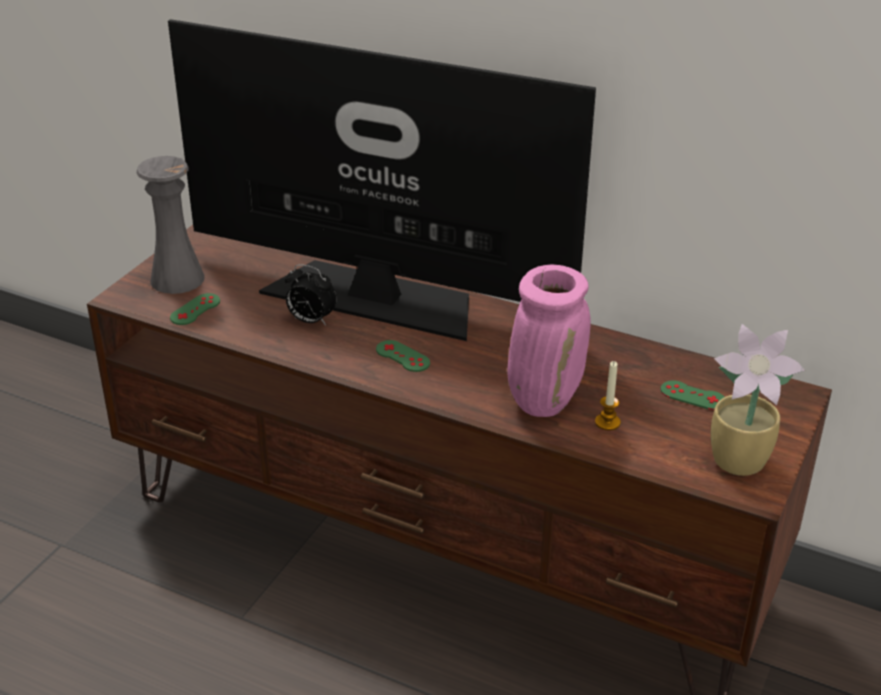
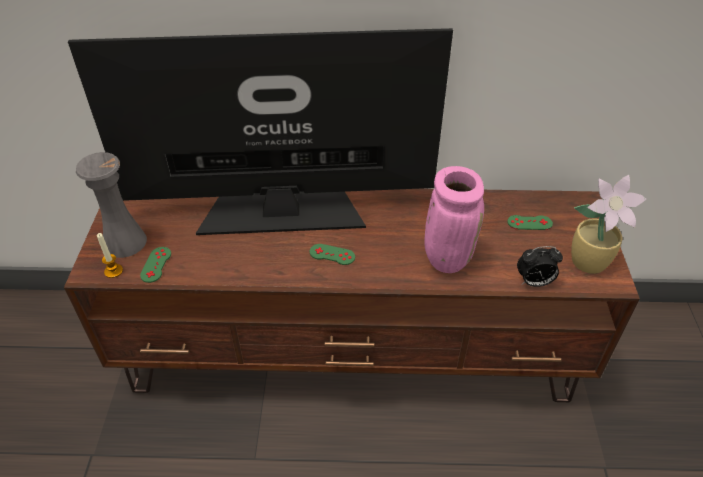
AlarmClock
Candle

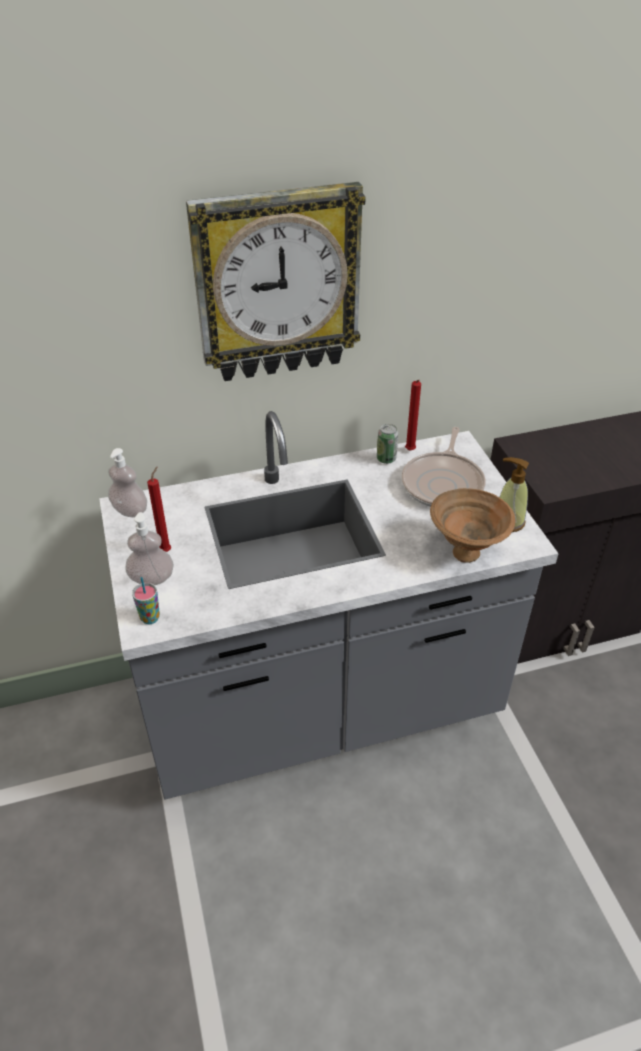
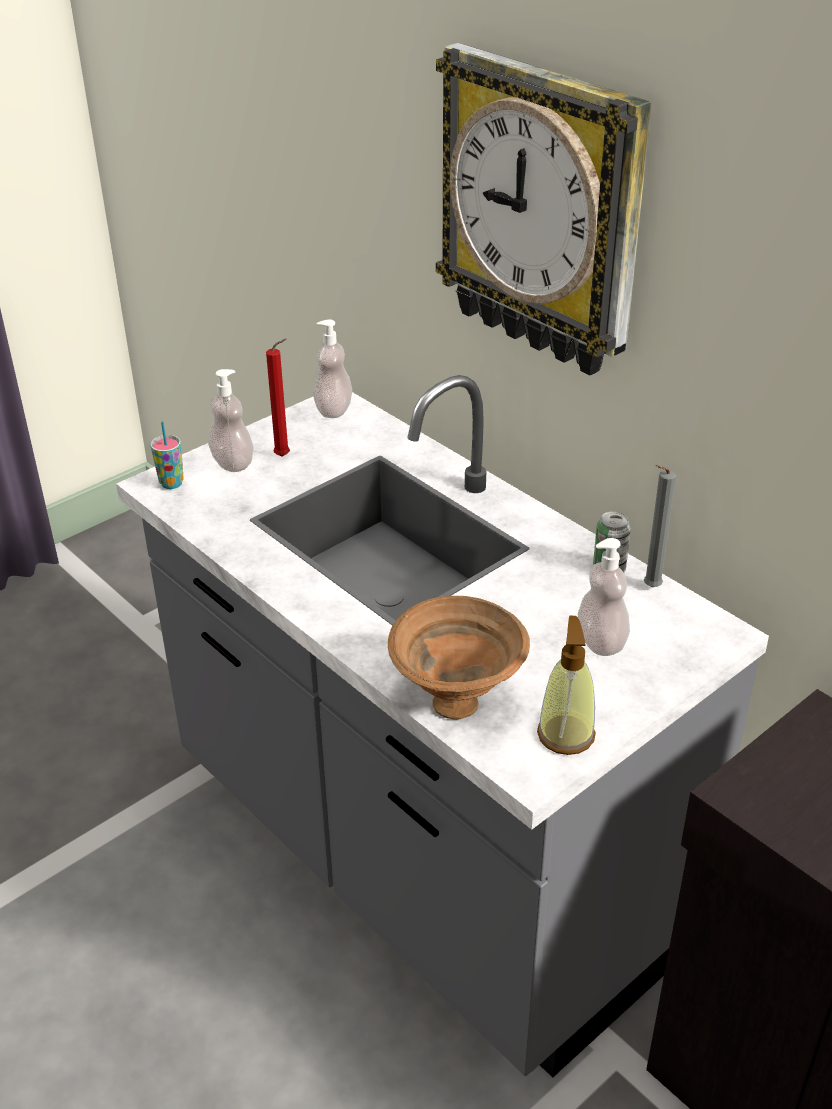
SoapDispenser (no. 4 from left)
GreyCandle

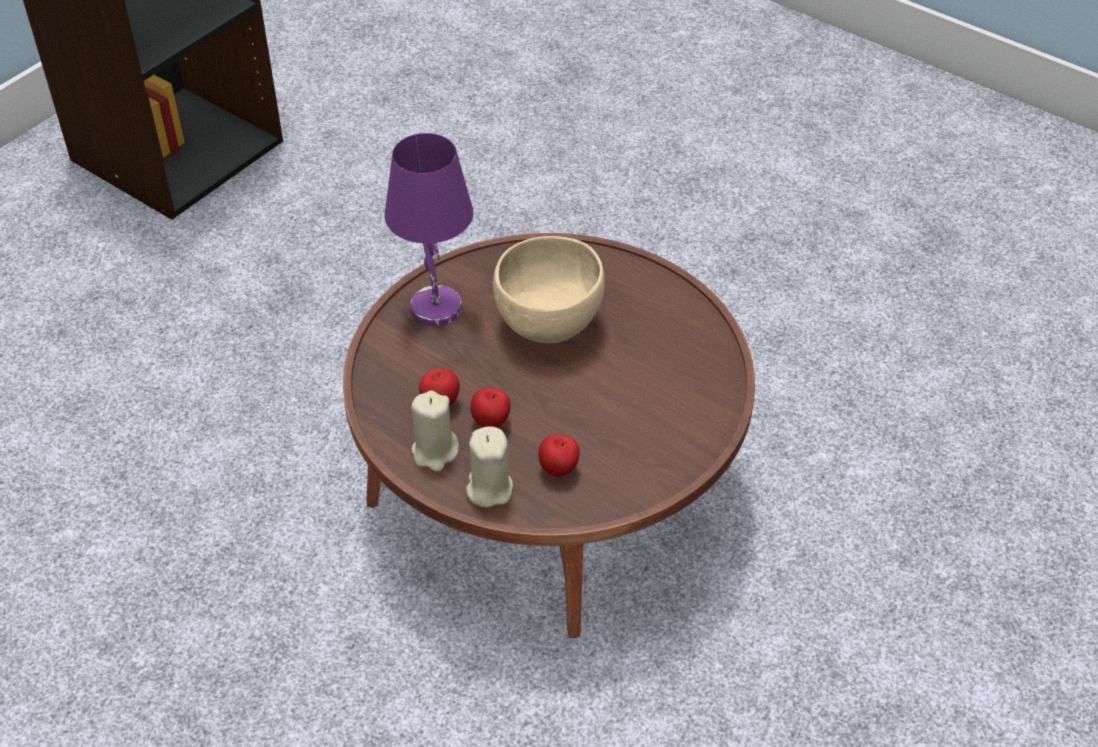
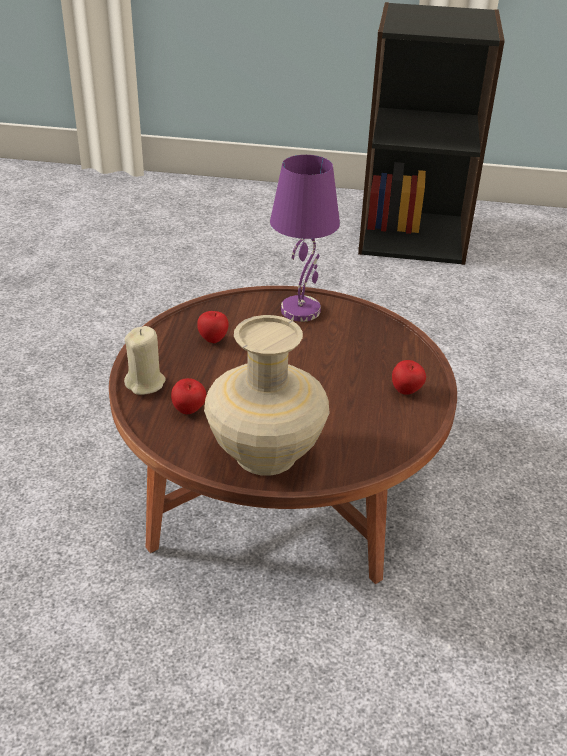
BeigeCandle (no. 1 from left in the first image)
BeigeBowl
BeigeVase
Apple (no. 3 from left)

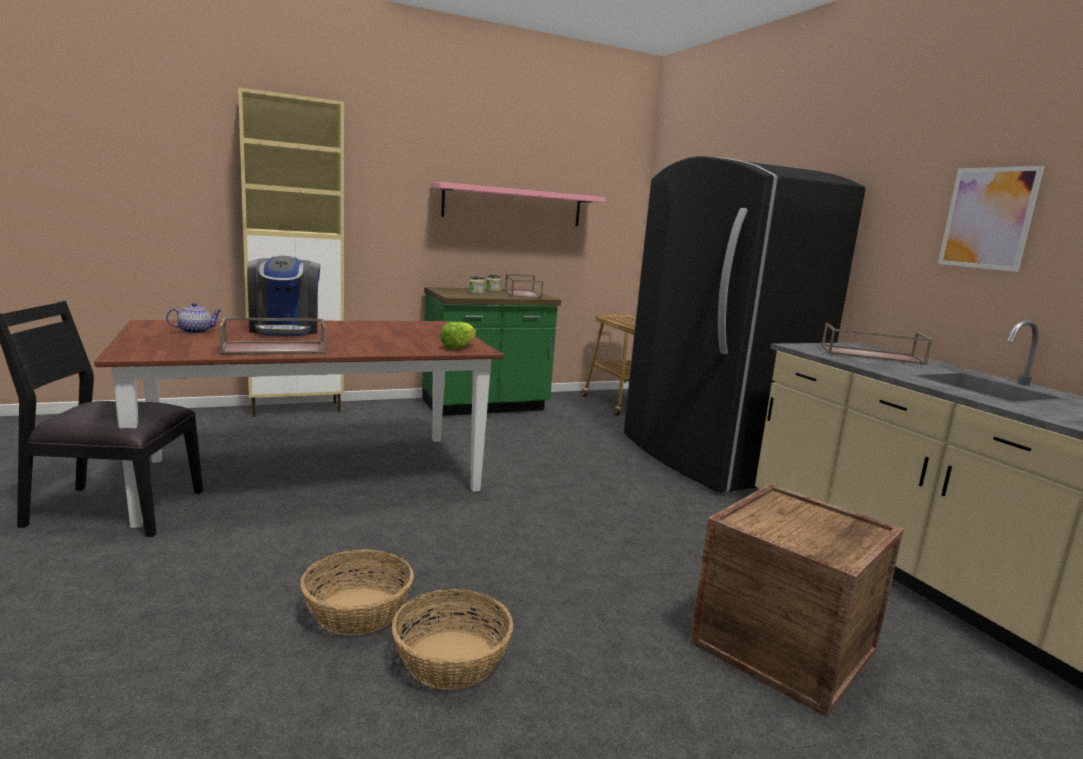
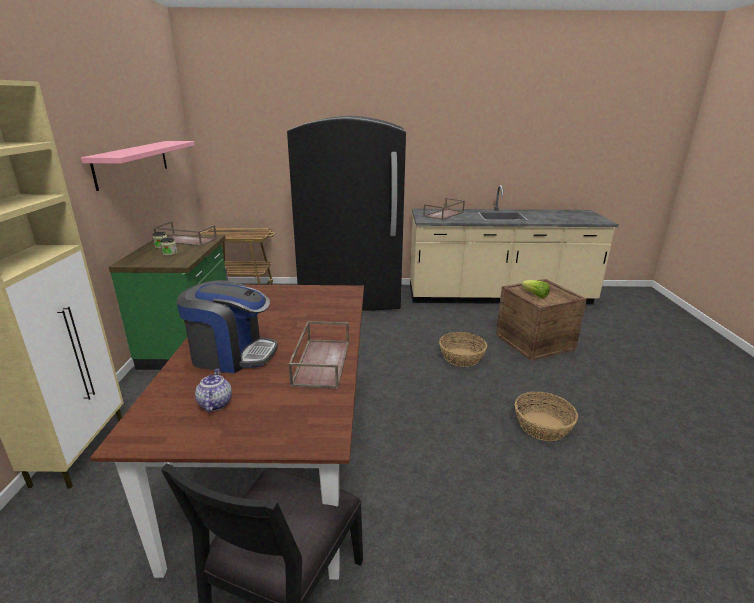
Picture
Basket (no. 1 from left)
Lettuce

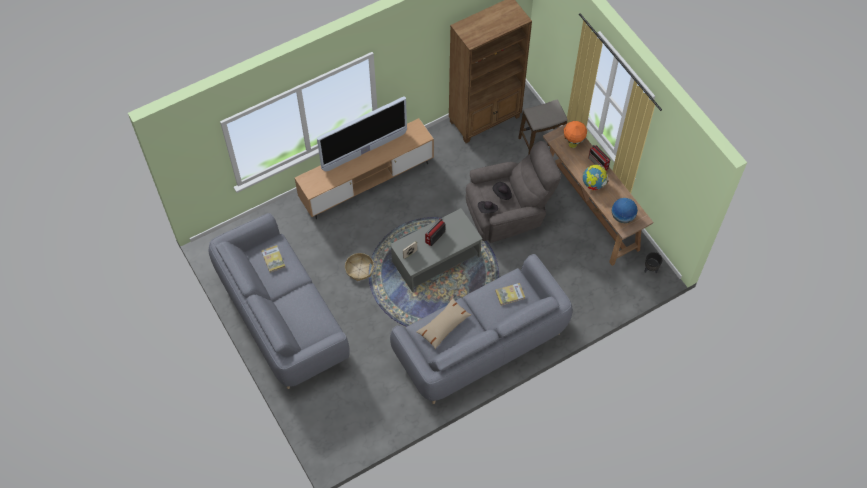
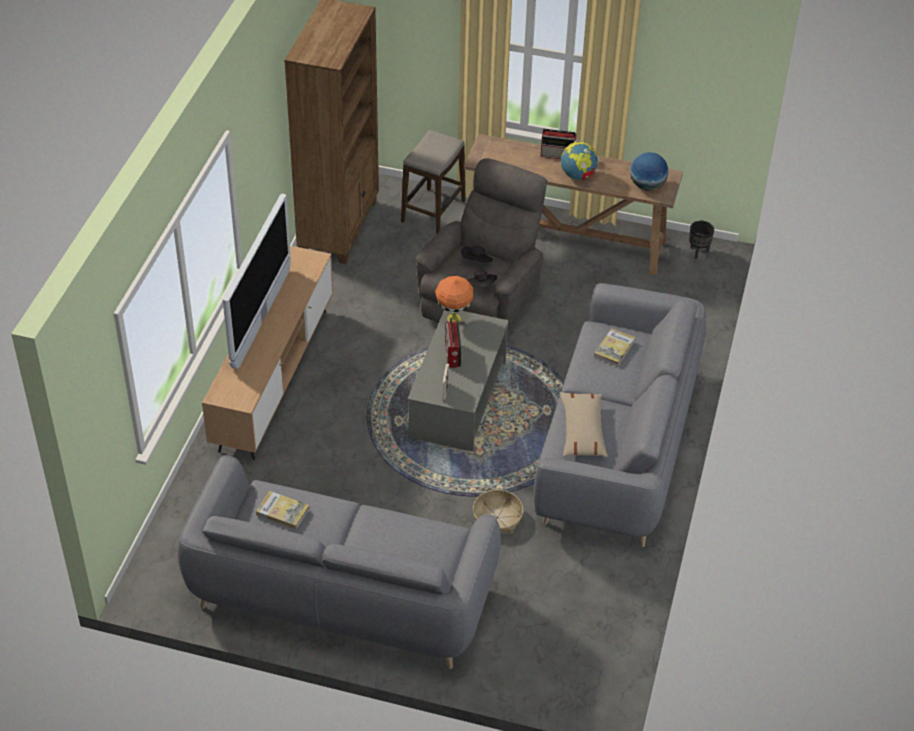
Basket
OrangeTableLamp

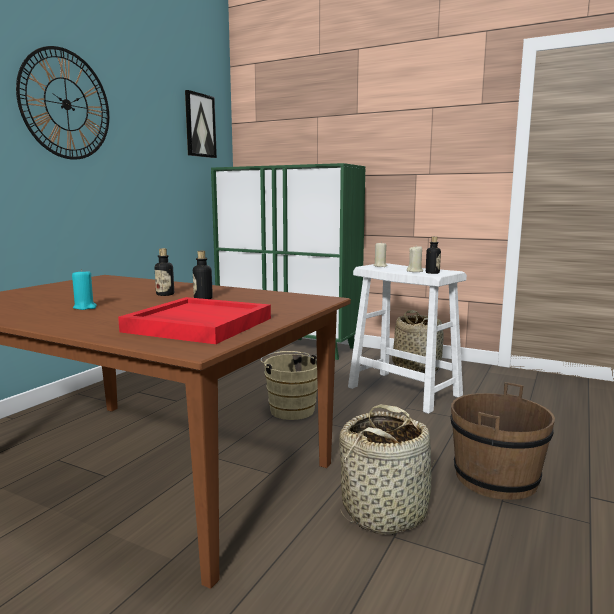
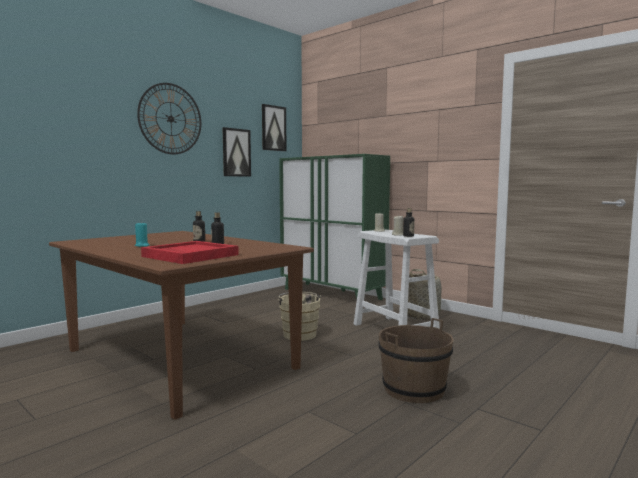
Basket (no. 1 from left in the first image)
Picture (no. 1 from left)

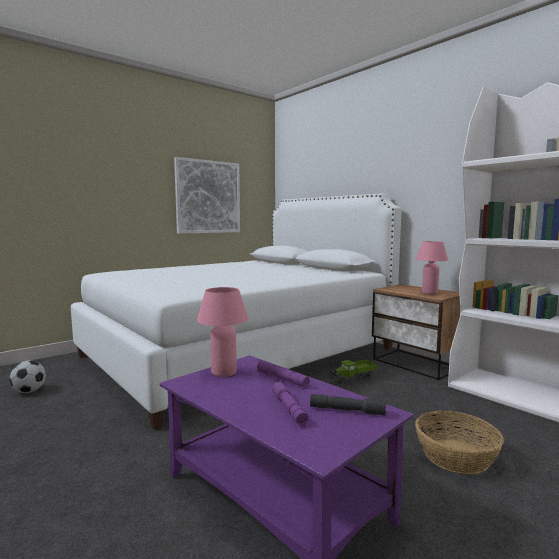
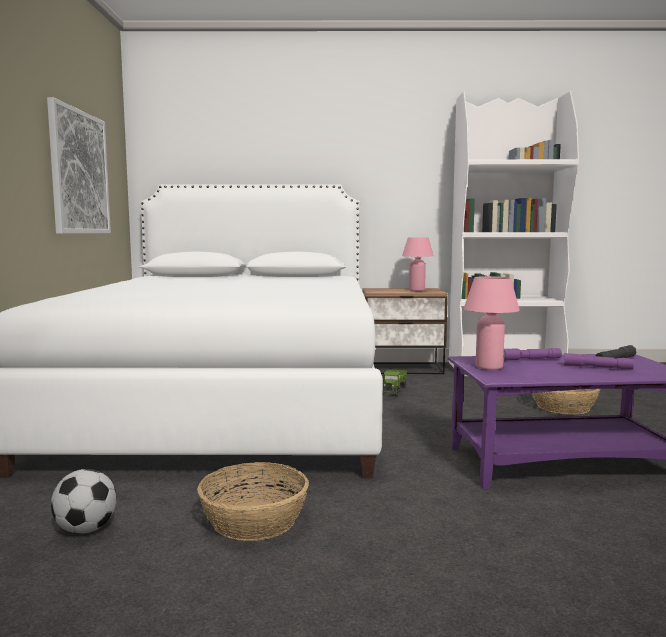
Basket (no. 1 from left)

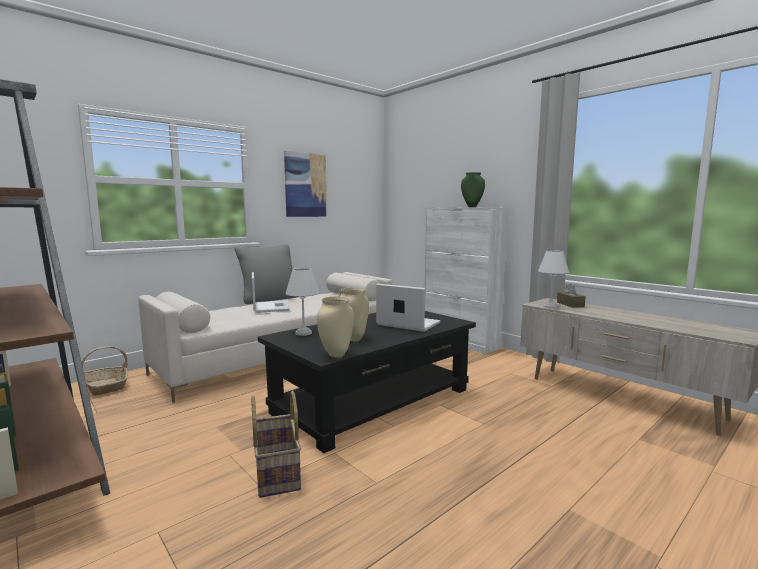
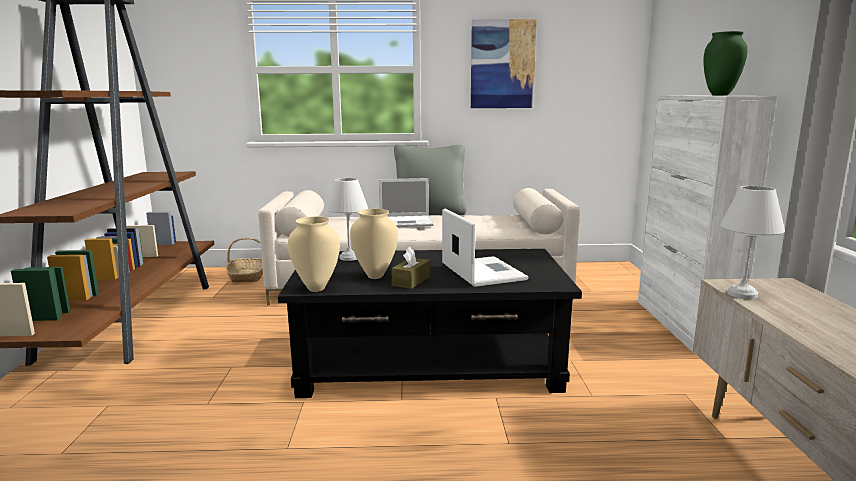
Basket (no. 2 from left in the first image)
BrownTissueBox
Laptop (no. 1 from left)

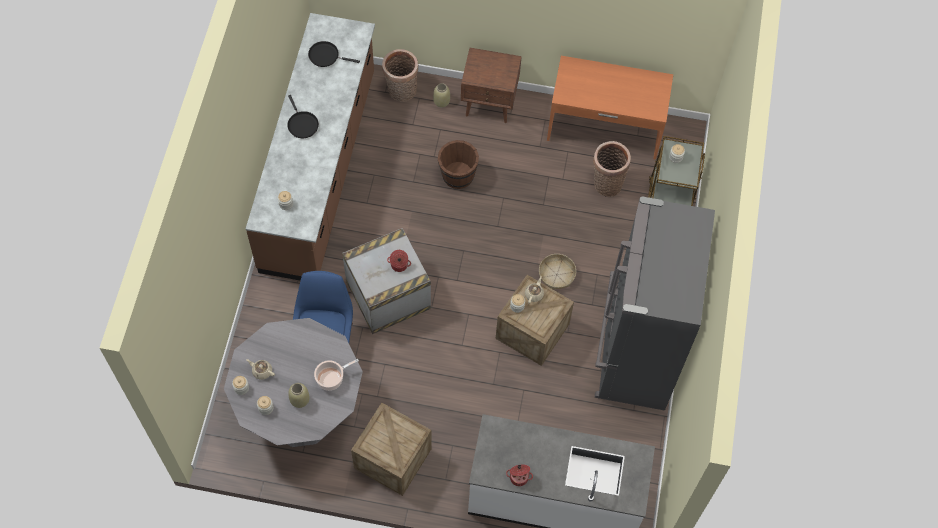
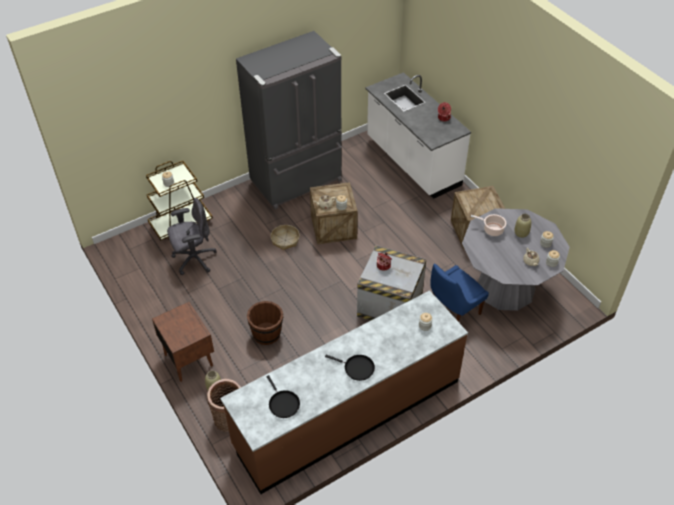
OrangeDesk
GreyOfficeChair
BlackFryingPan (no. 2 from left)

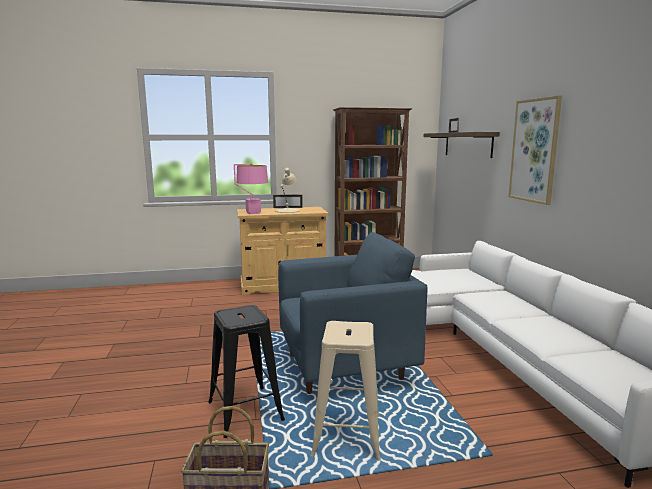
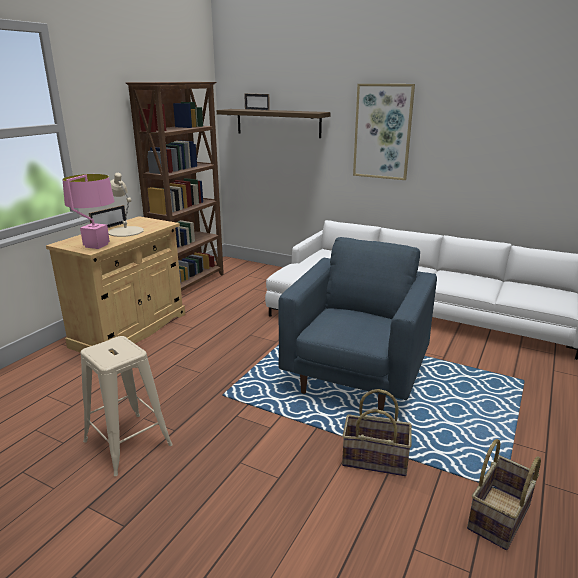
BeigeStool
Basket (no. 1 from left)

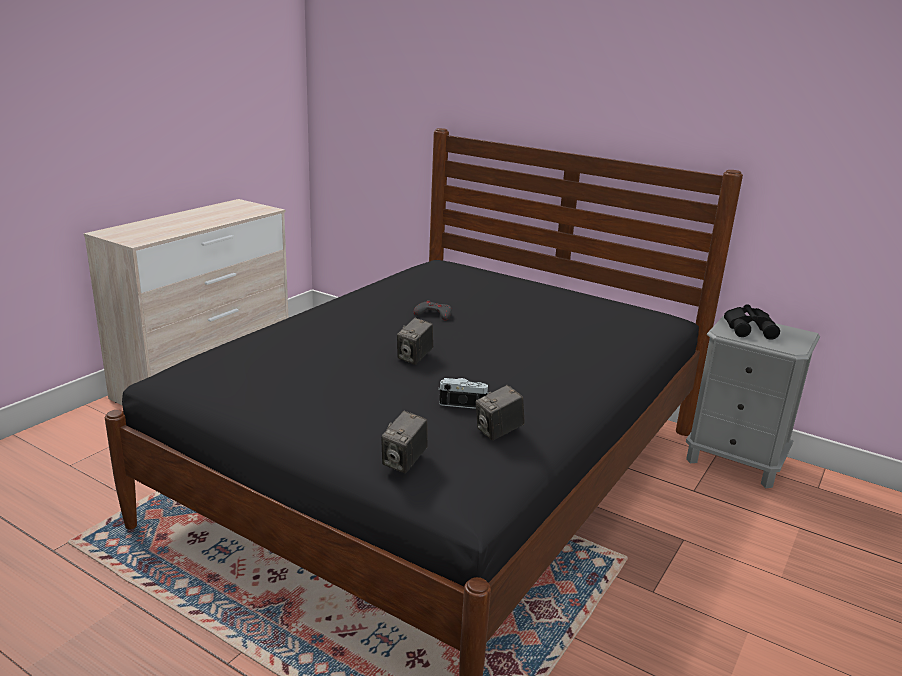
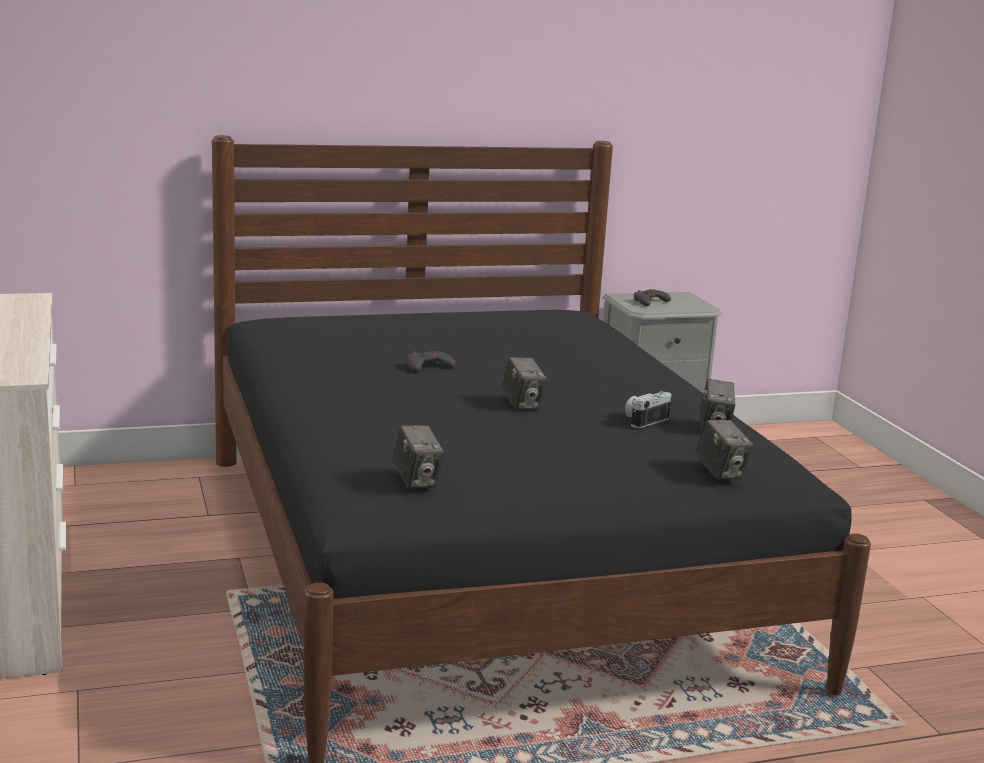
PhotoCamera (no. 1 from left)
GreyGameController (no. 2 from left)

